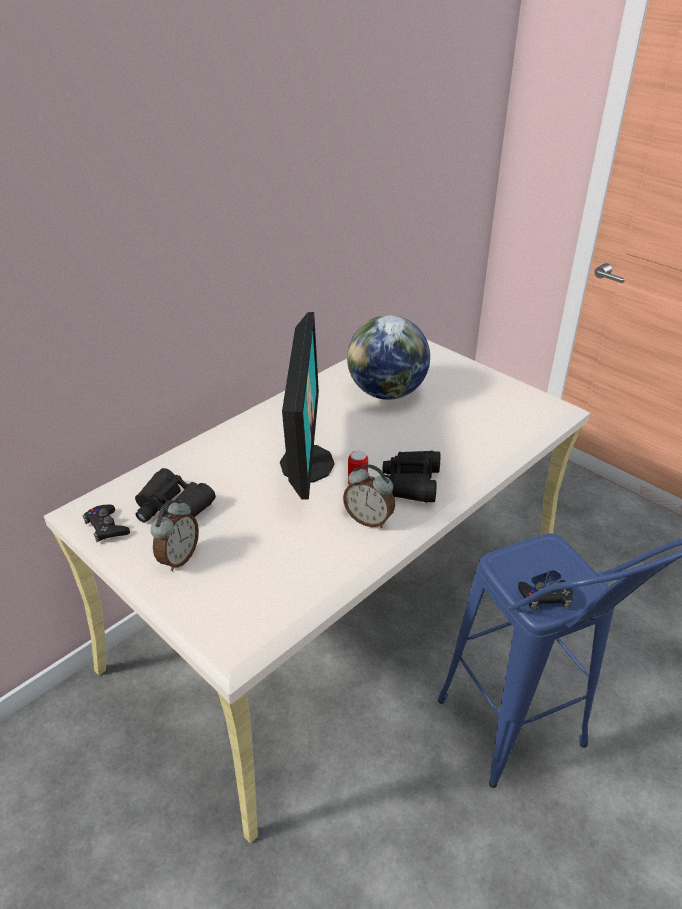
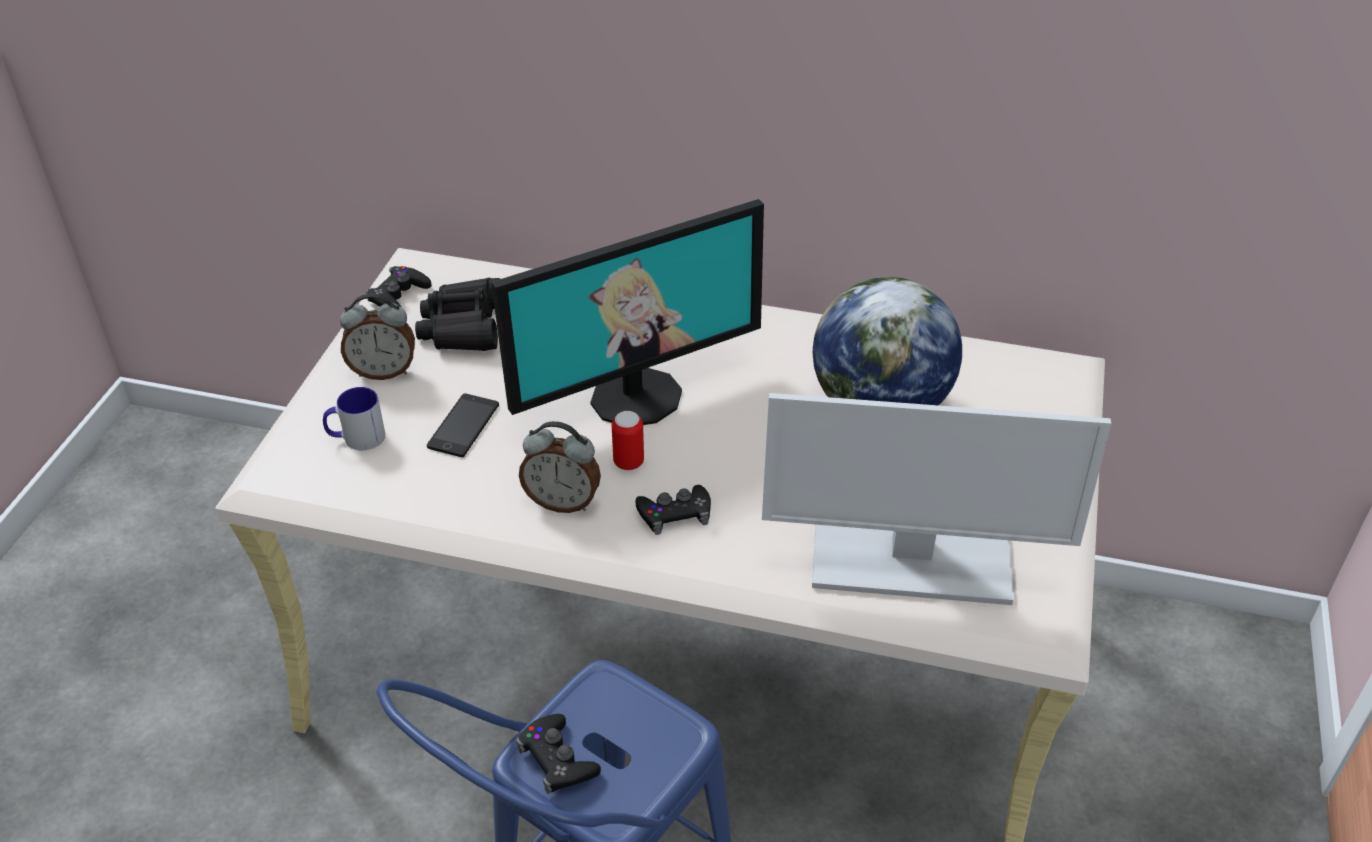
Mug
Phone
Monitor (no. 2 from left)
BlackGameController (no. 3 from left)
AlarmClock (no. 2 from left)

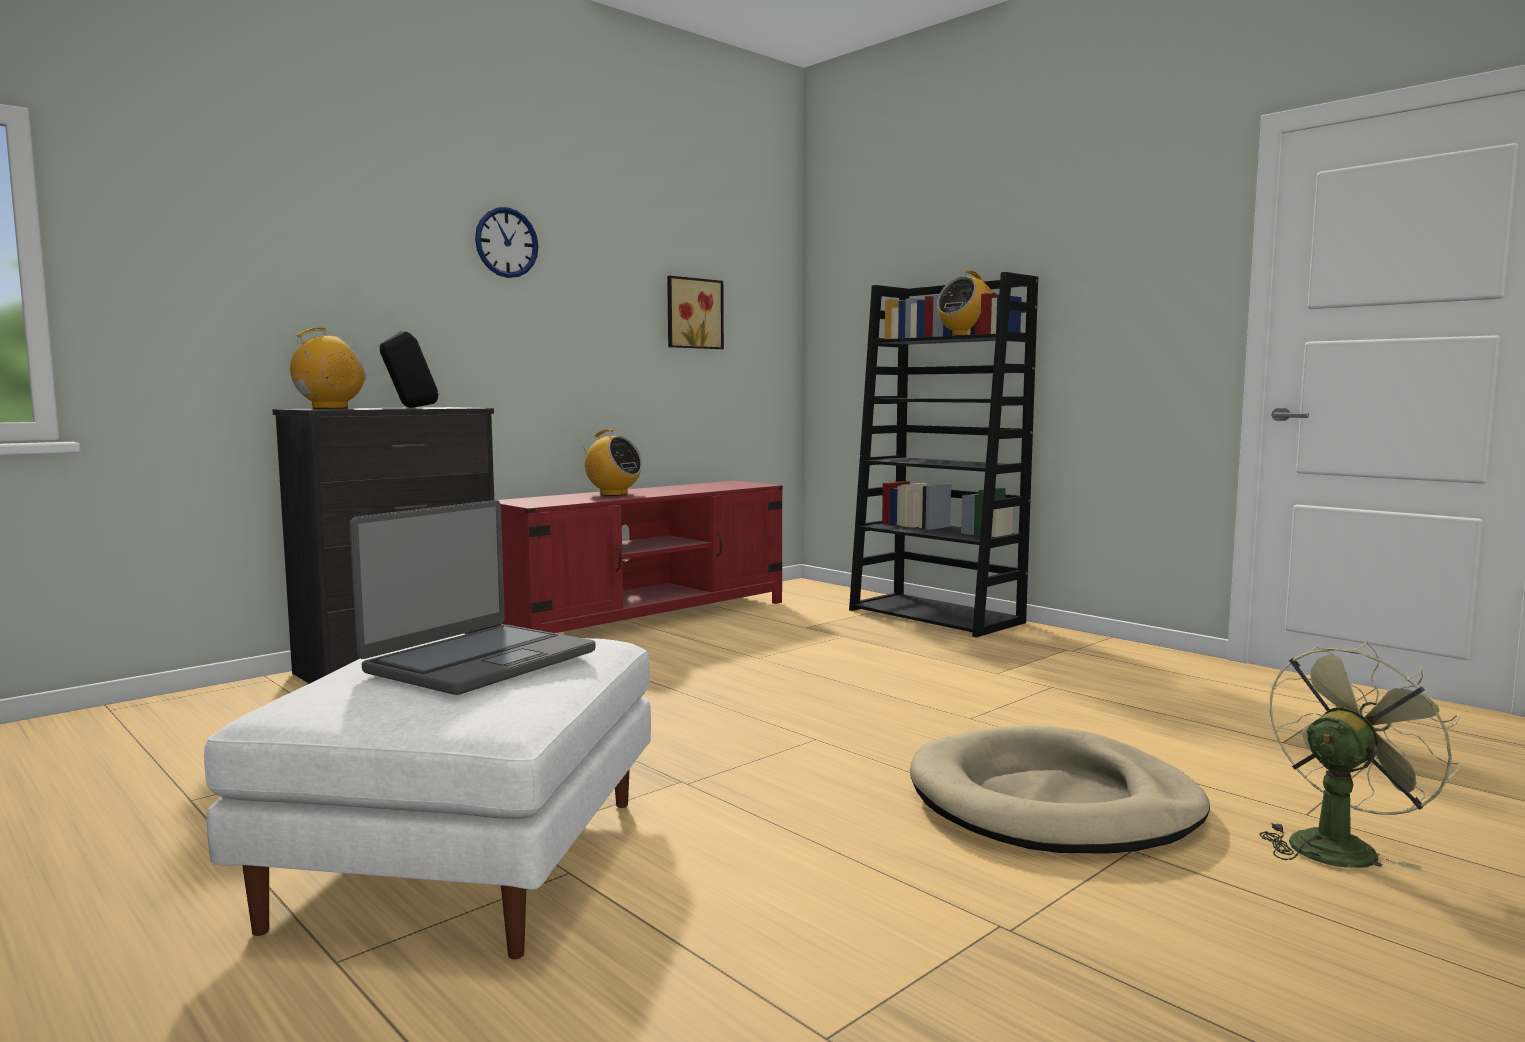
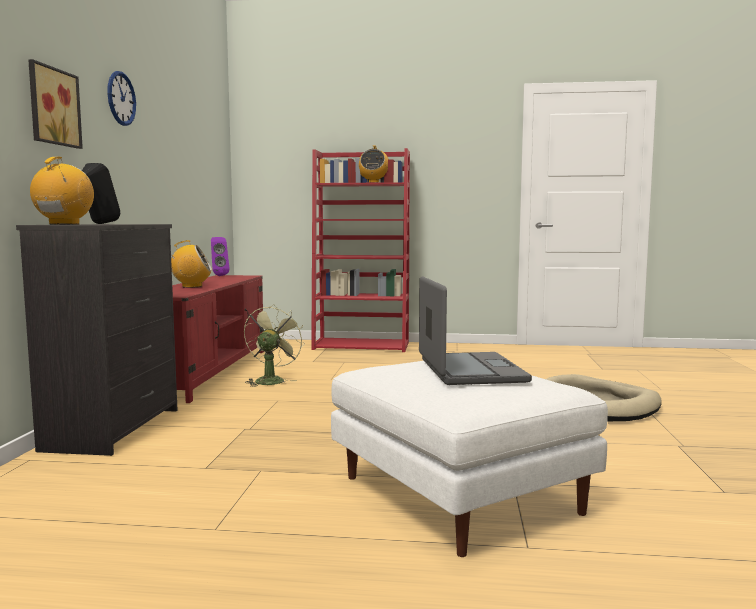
PurpleSpeaker
Picture
GreenFan
RedBookcase

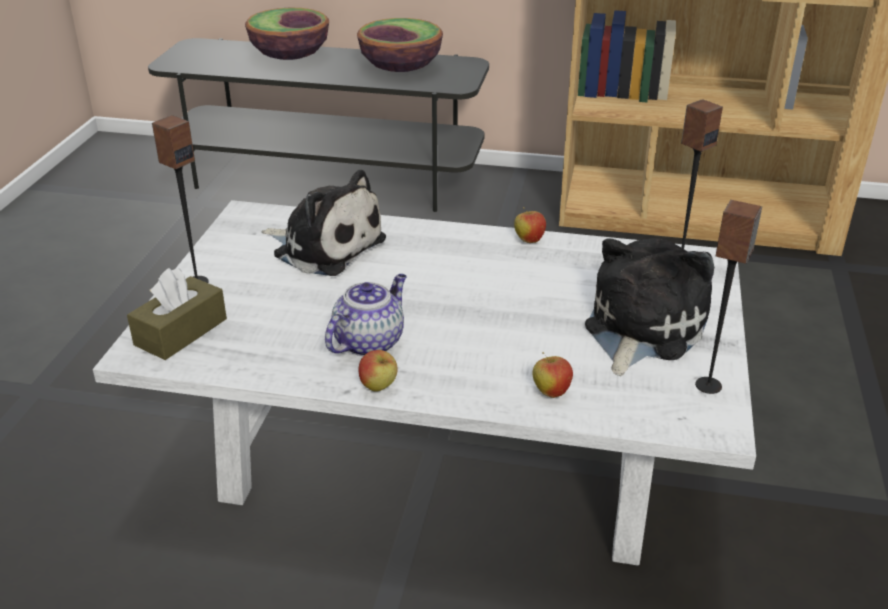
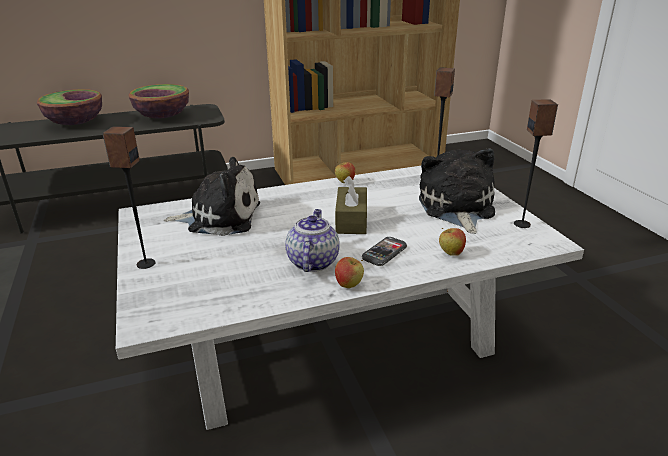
Phone
BrownTissueBox

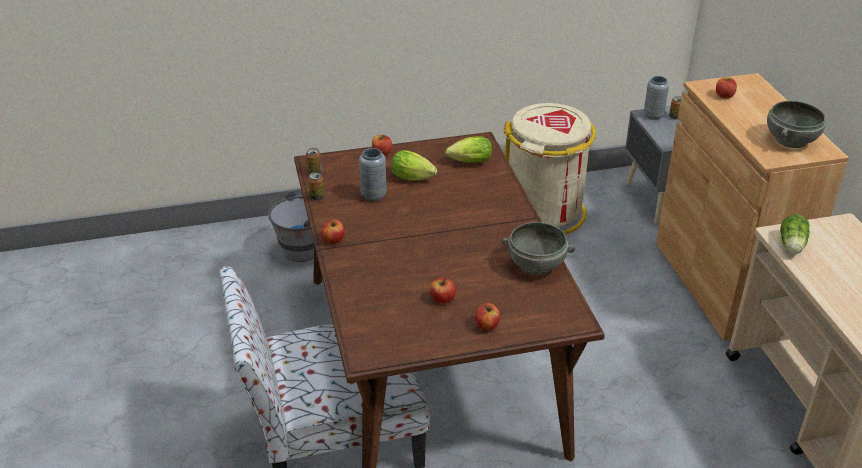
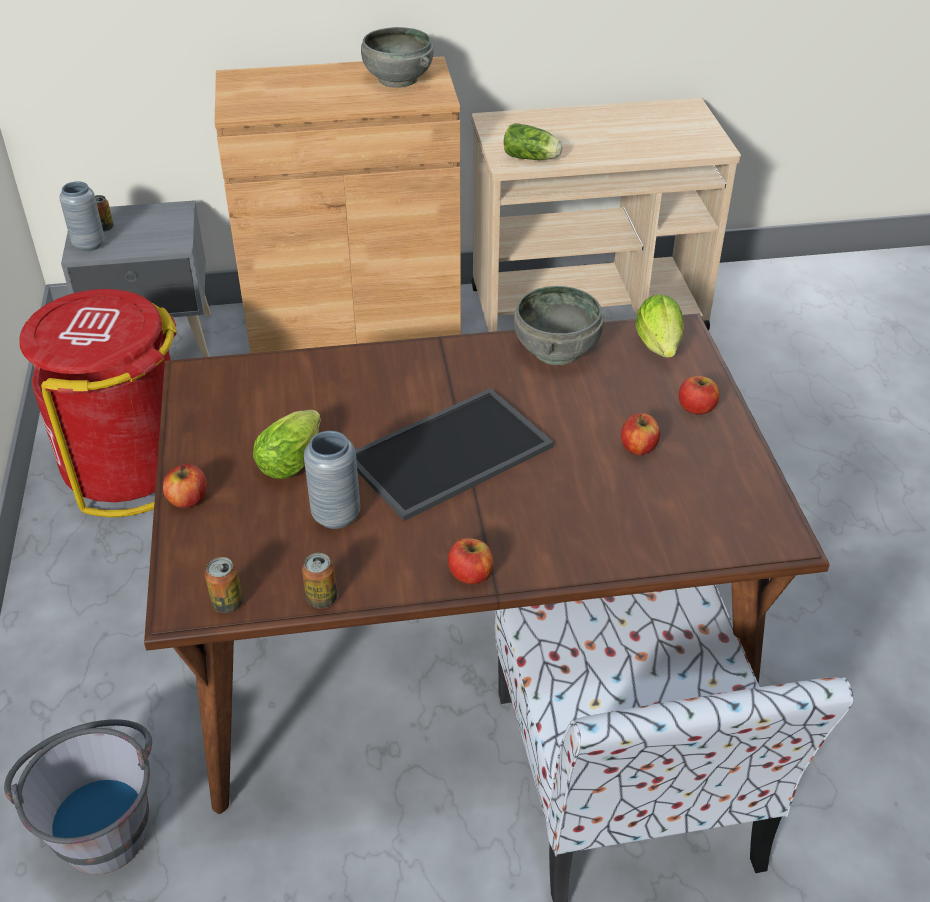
Apple (no. 5 from left in the first image)
Tray
Lettuce (no. 3 from left)
RedTrashCan

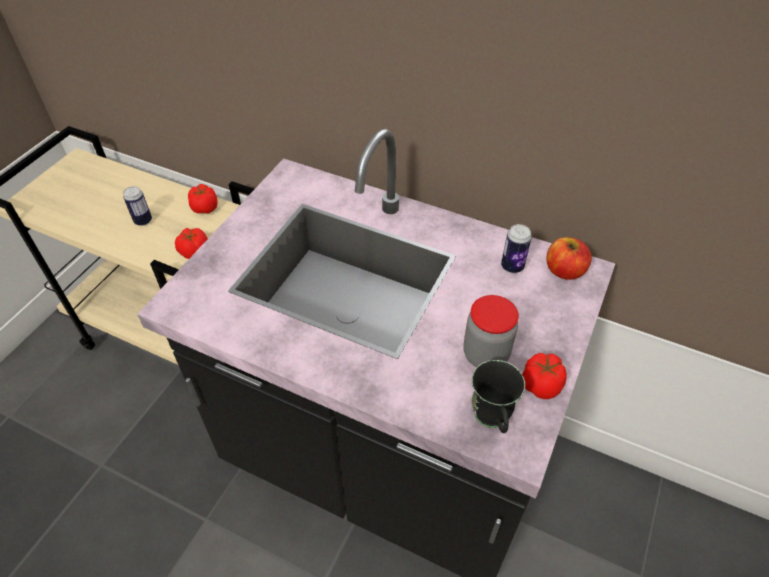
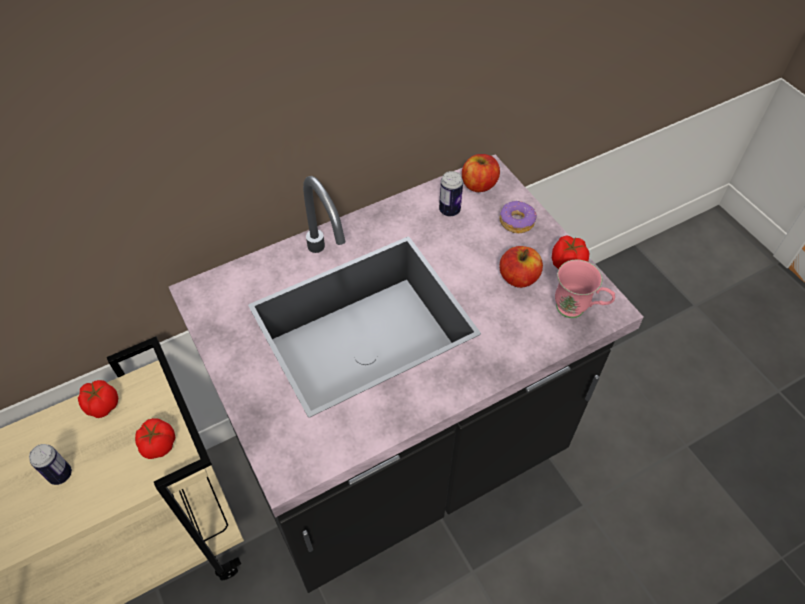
Donut
Apple (no. 2 from left)
PinkMug

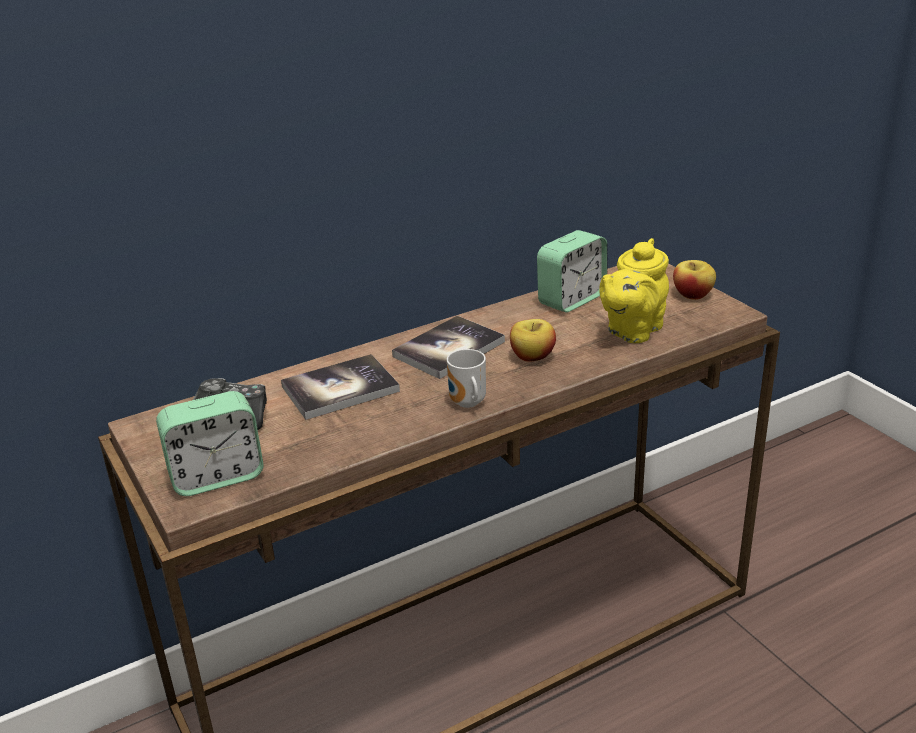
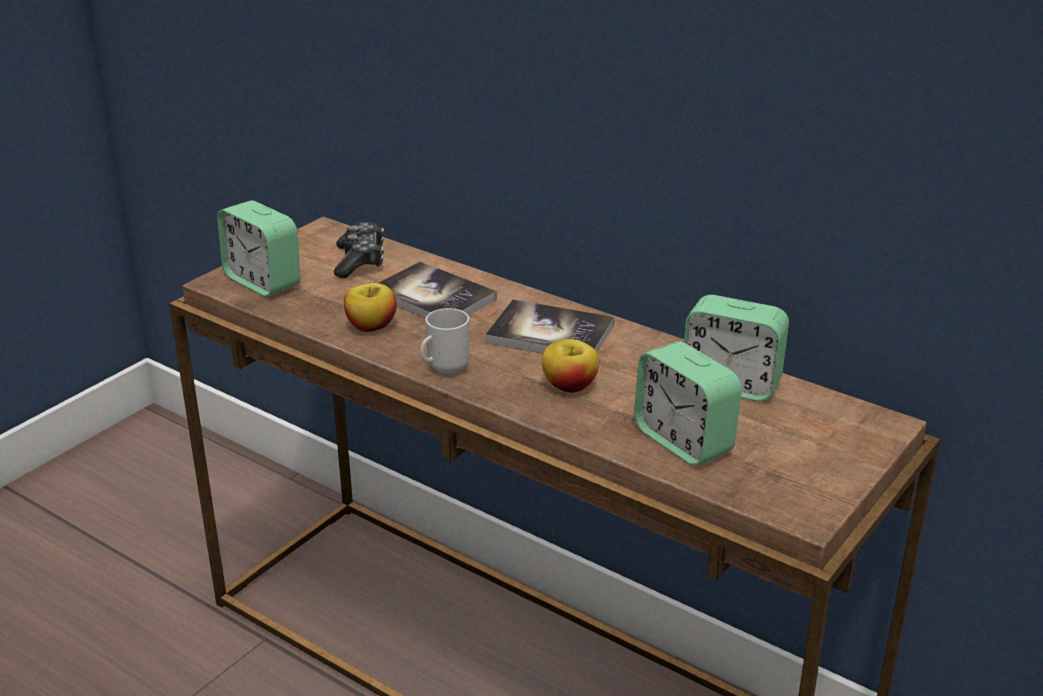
Apple (no. 1 from left)
AlarmClock (no. 2 from left)

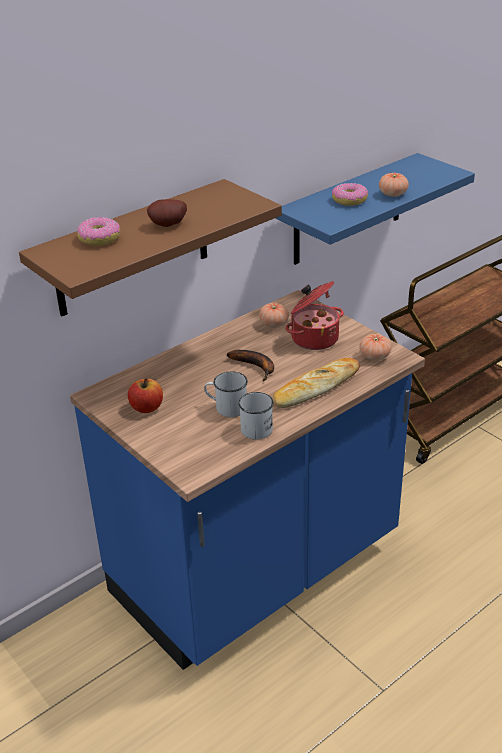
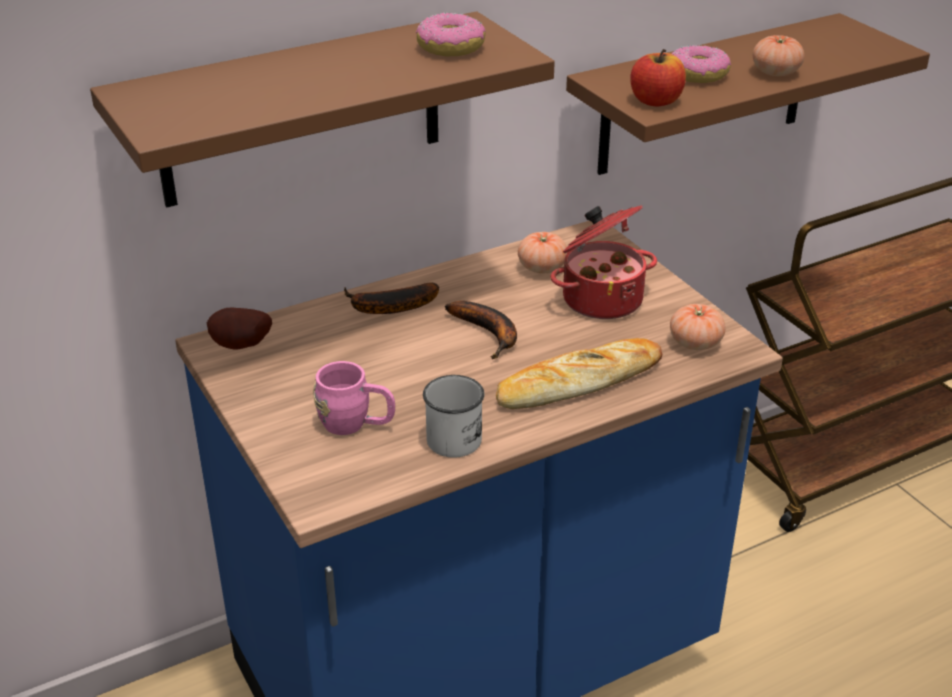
WhiteMug (no. 1 from left in the first image)
PinkMug
Banana (no. 1 from left)
Donut (no. 1 from left)
Apple
Potato
BrownShelf (no. 2 from left)

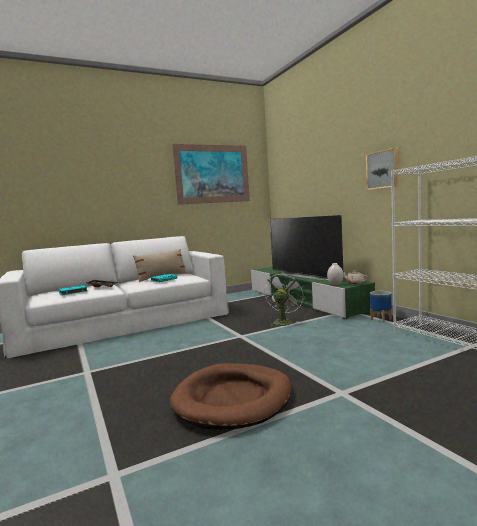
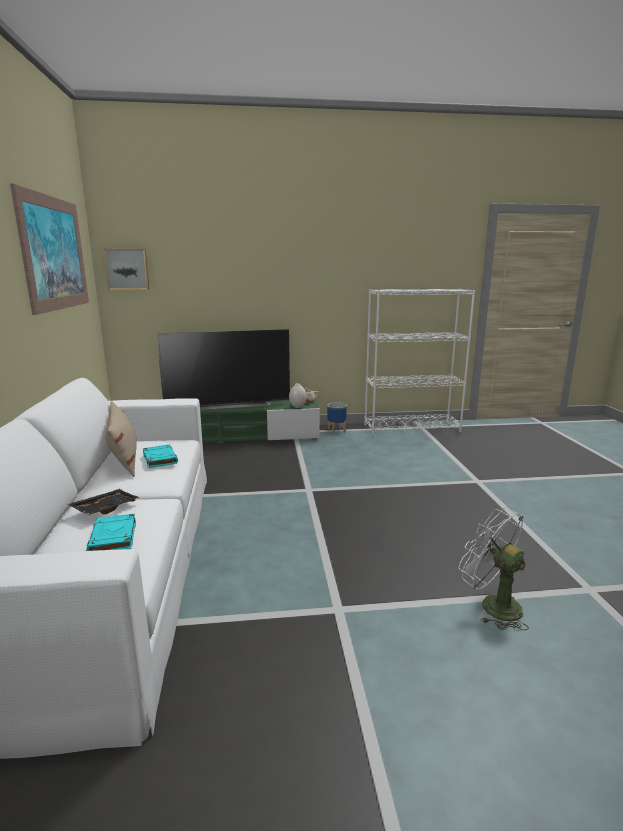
BrownDogBed
WhiteFan
Picture (no. 2 from left)

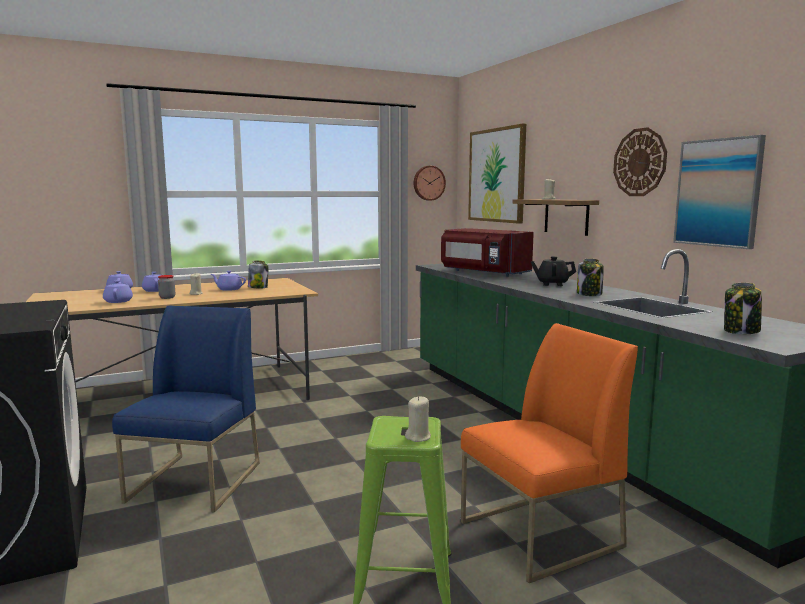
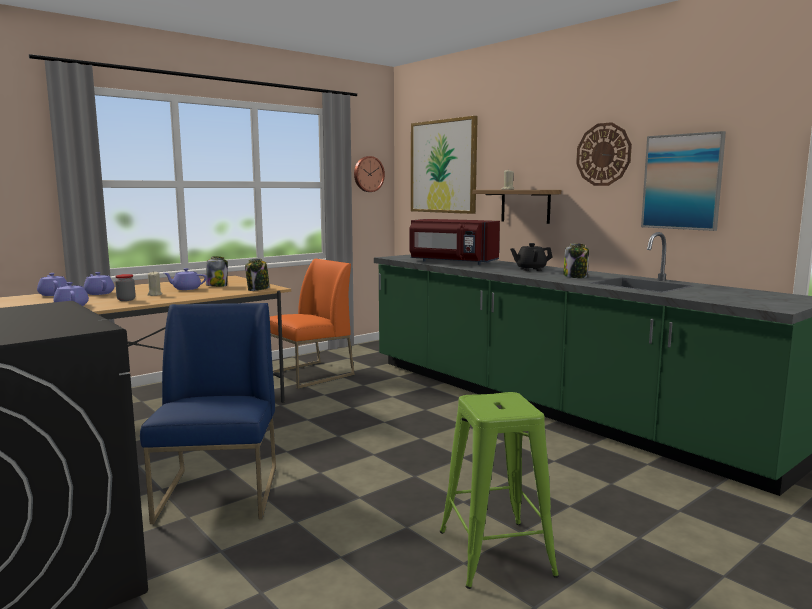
BeigeCandle (no. 2 from left in the first image)
OrangeChair
Jar (no. 3 from left)

